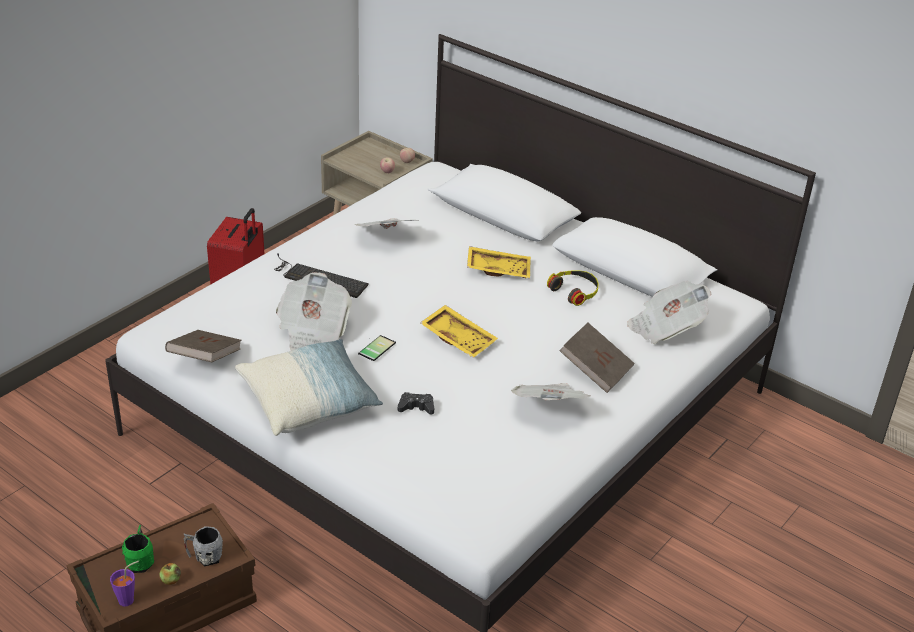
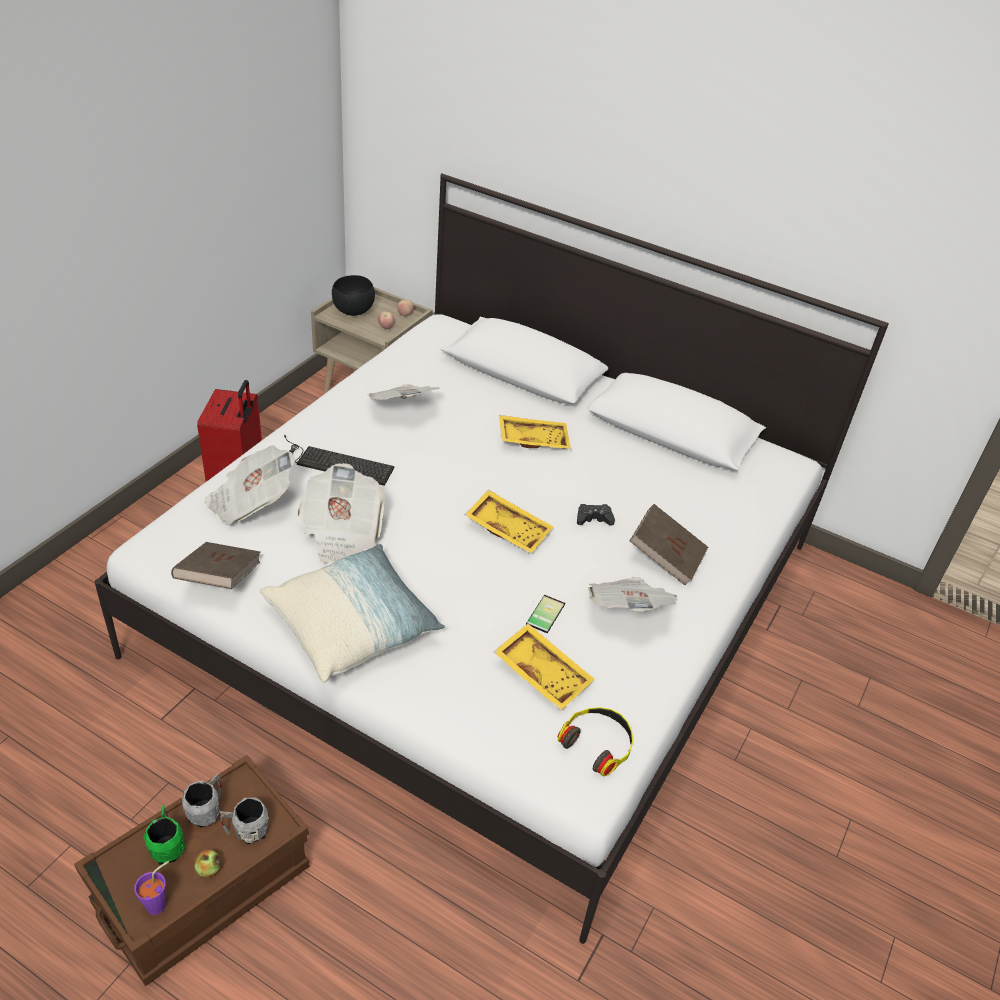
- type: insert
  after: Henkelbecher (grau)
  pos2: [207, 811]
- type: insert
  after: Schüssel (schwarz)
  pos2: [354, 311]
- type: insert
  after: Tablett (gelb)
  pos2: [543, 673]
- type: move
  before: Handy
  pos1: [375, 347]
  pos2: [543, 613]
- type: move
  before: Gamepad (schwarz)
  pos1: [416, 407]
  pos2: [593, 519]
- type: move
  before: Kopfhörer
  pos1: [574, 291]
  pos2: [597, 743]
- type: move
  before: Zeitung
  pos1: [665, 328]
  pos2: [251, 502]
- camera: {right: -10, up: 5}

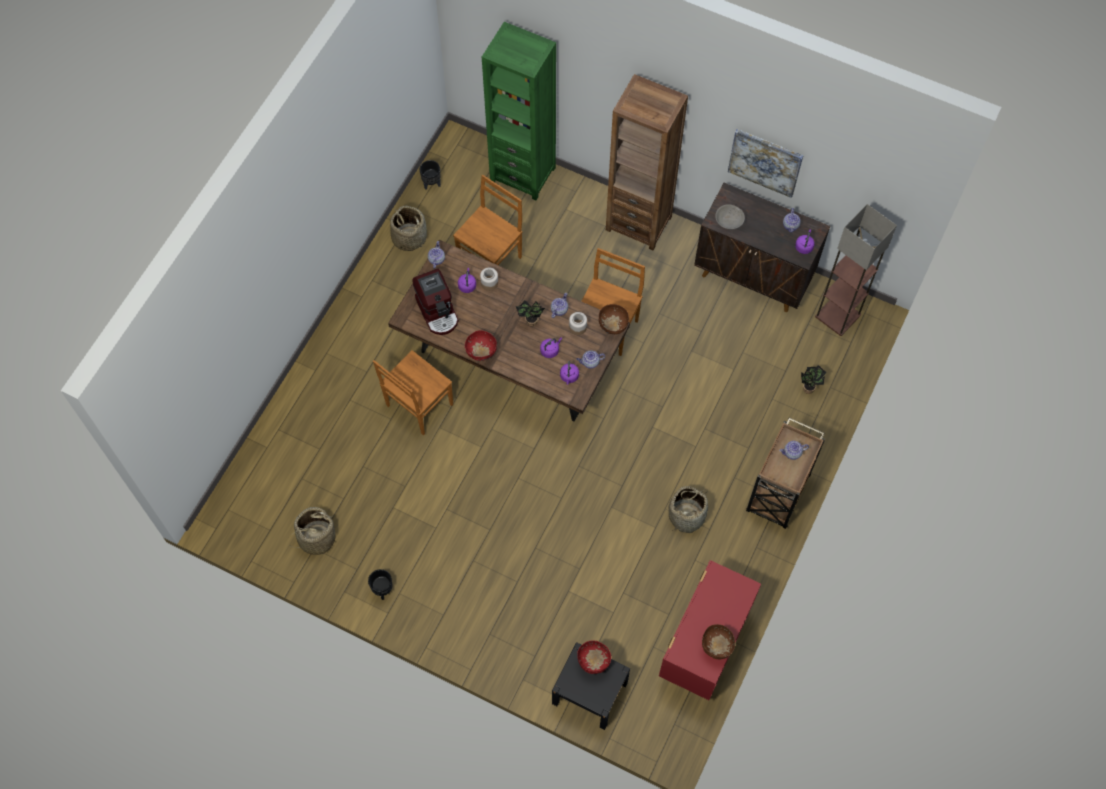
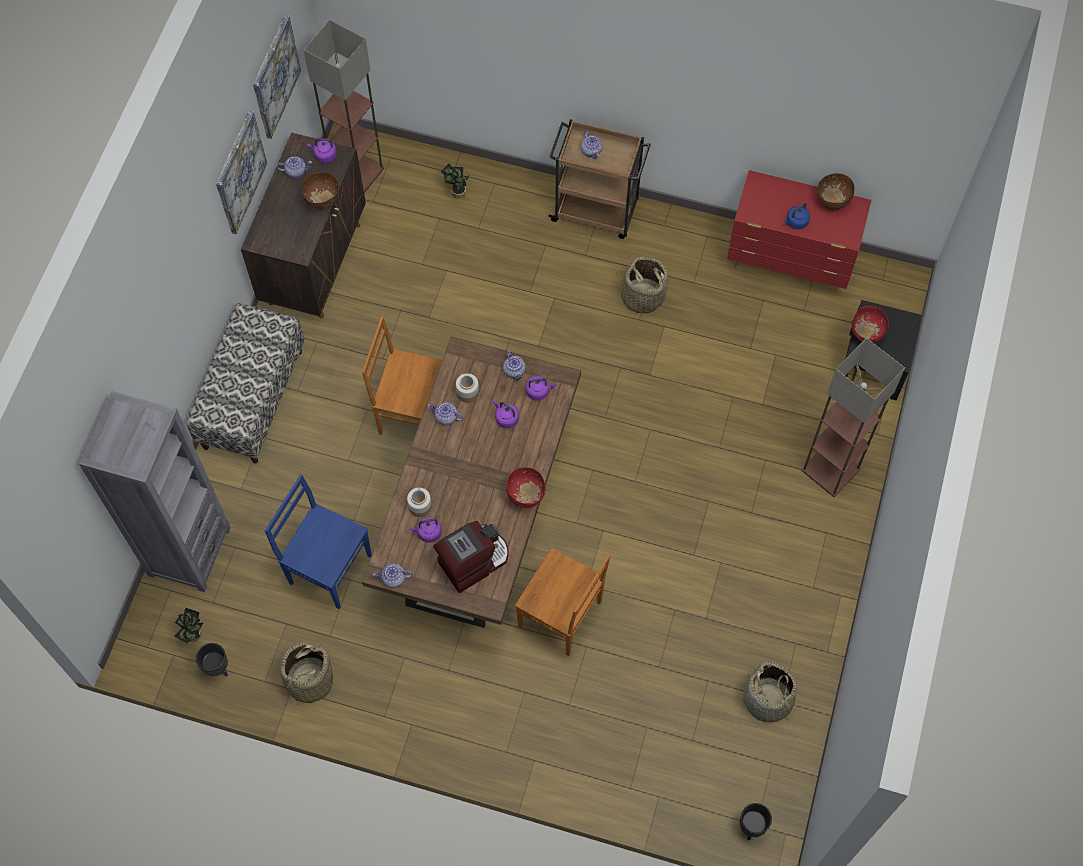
- type: delete
  before: Schüssel (grau)
  pos1: [729, 221]
- type: insert
  after: Bild
  pos2: [275, 77]
- type: insert
  after: Wasserkessel (blau)
  pos2: [796, 222]
- type: insert
  after: Stehlampe
  pos2: [831, 469]
- type: move
  before: Pflanzkübel (schwarz)
  pos1: [383, 590]
  pos2: [752, 827]
- type: move
  before: Topfpflanze
  pos1: [530, 322]
  pos2: [195, 636]
- type: move
  before: Schüssel (braun)
  pos1: [612, 328]
  pos2: [323, 202]
- type: replace
  before: Bücherregal (braun)
  after: Bank
  pos1: [638, 223]
  pos2: [252, 399]
- type: recolor
  before: Stuhl (braun)
  after: Stuhl (blau)
  pos1: [491, 258]
  pos2: [328, 568]
- type: recolor
  before: Bücherregal (grün)
  after: Bücherregal (grau)
  pos1: [523, 174]
  pos2: [189, 551]
- camera: {right: -100, up: 0}

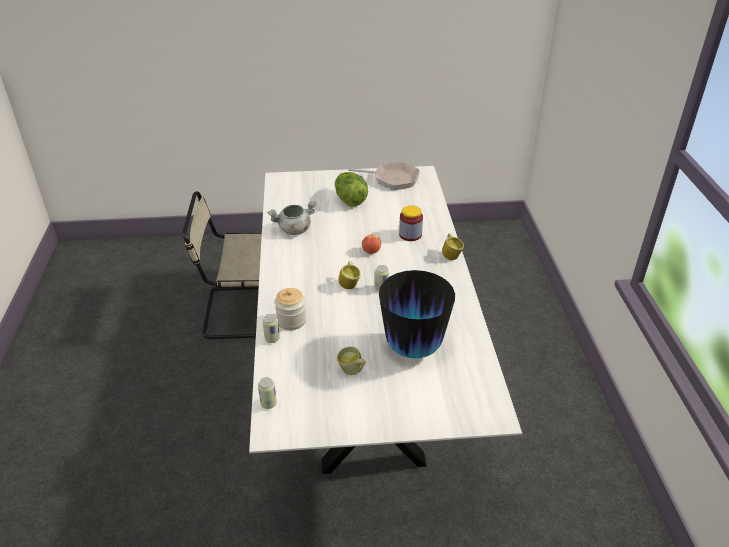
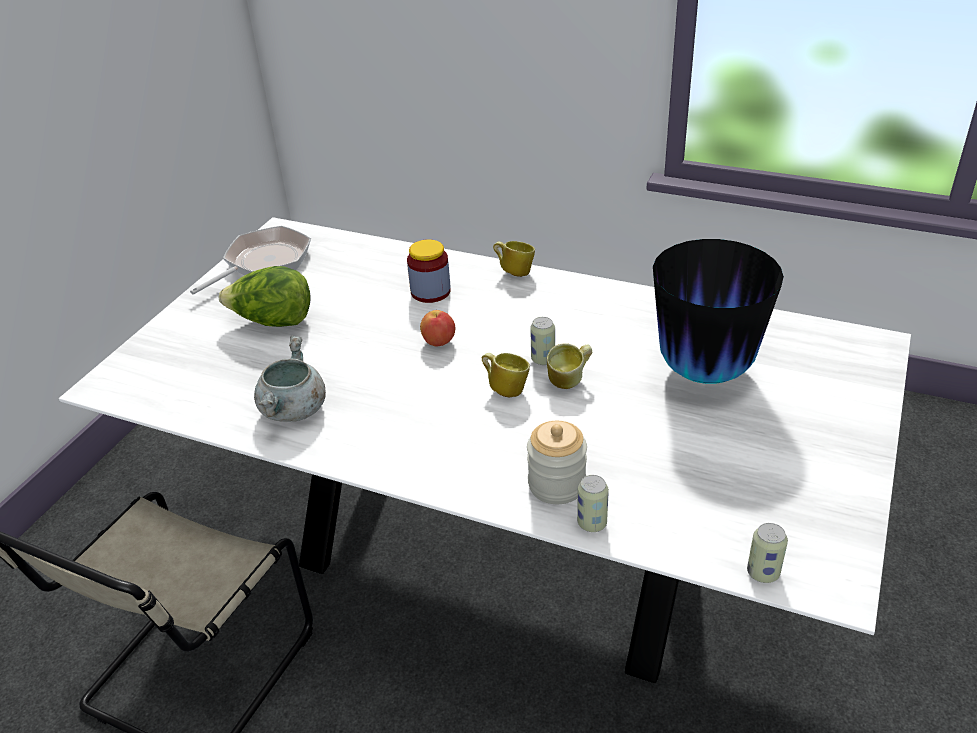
- type: move
  before: Henkelbecher
  pos1: [352, 371]
  pos2: [569, 381]
- camera: {right: -60, up: 0}

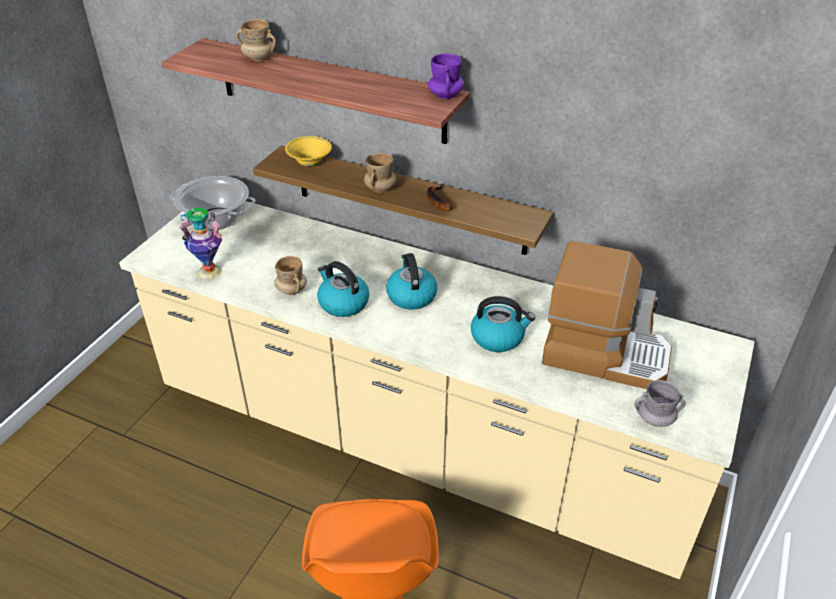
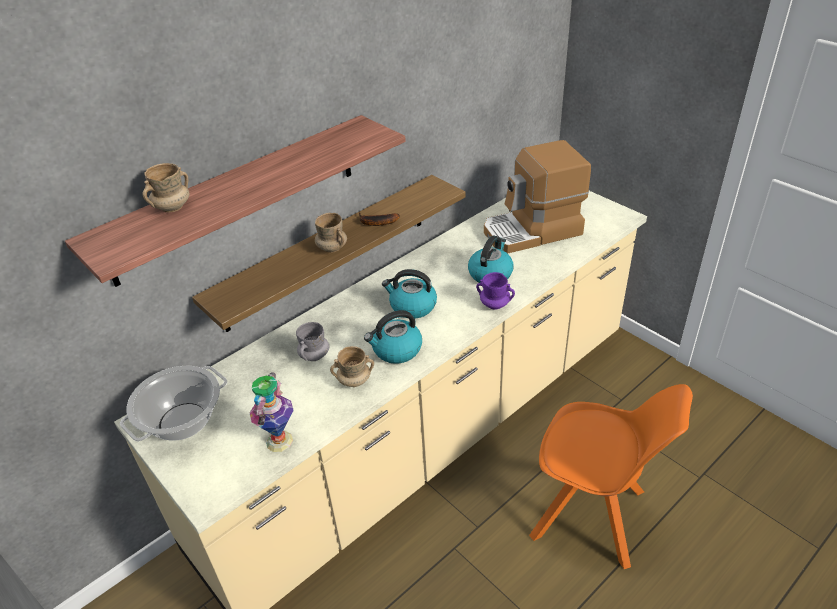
- type: delete
  before: Schüssel (gelb)
  pos1: [309, 163]
- type: move
  before: Henkelbecher (lila)
  pos1: [445, 95]
  pos2: [495, 304]
- type: move
  before: Henkelbecher (grau)
  pos1: [655, 419]
  pos2: [314, 356]
- type: rotate
  before: Kaffeemaschine
  pos1: [604, 354]
  pos2: [533, 231]
  turn: -150
- camera: {right: -65, up: 0}

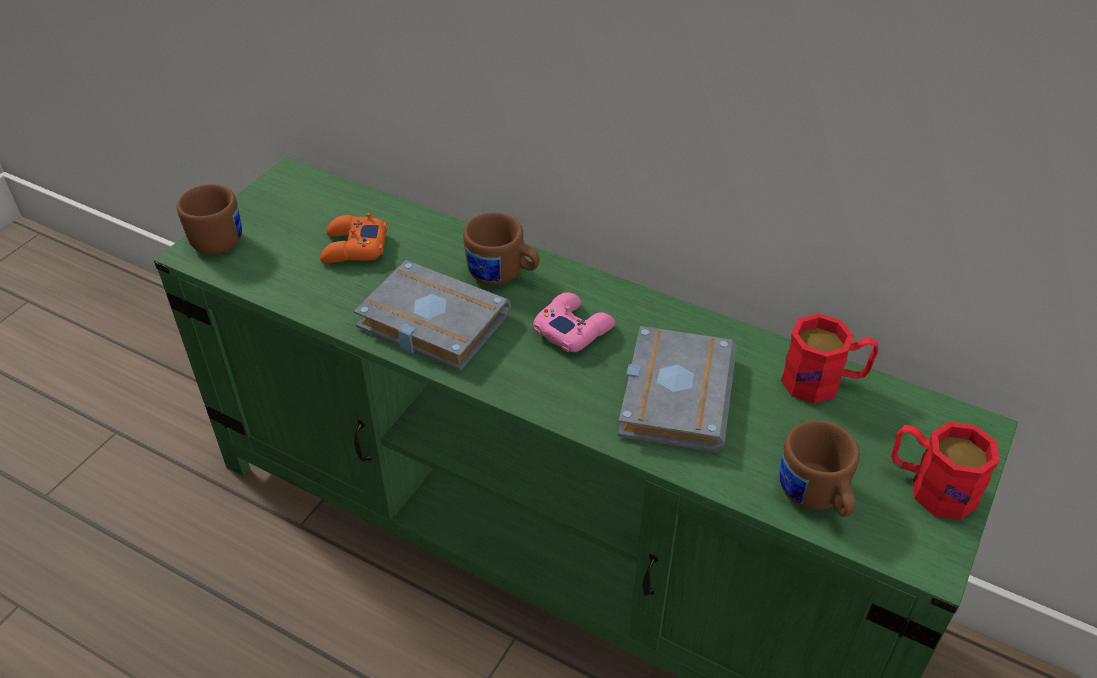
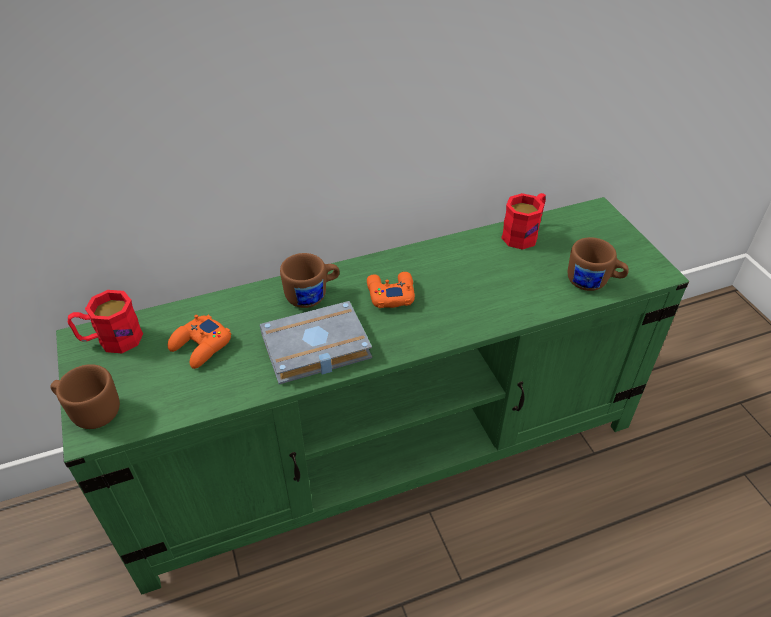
- type: delete
  before: Buch (grau)
  pos1: [672, 393]
- type: move
  before: Henkelbecher (rot)
  pos1: [930, 486]
  pos2: [111, 340]
- type: recolor
  before: Gamepad (rosa)
  after: Gamepad (orange)
  pos1: [573, 329]
  pos2: [390, 293]
- camera: {right: -50, up: 0}

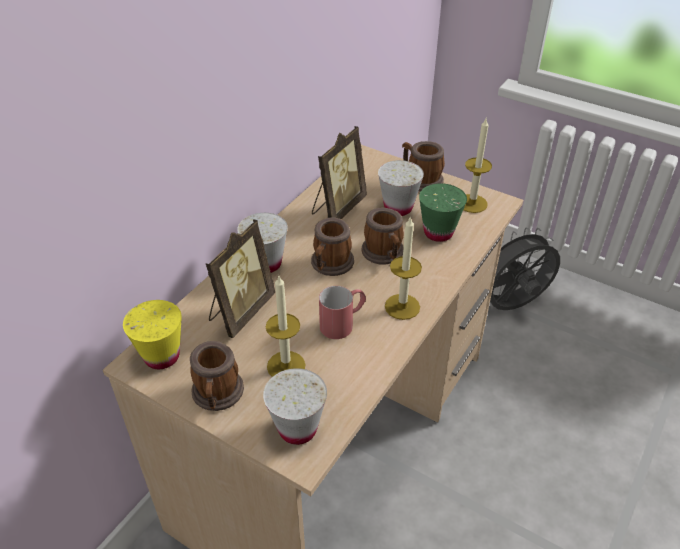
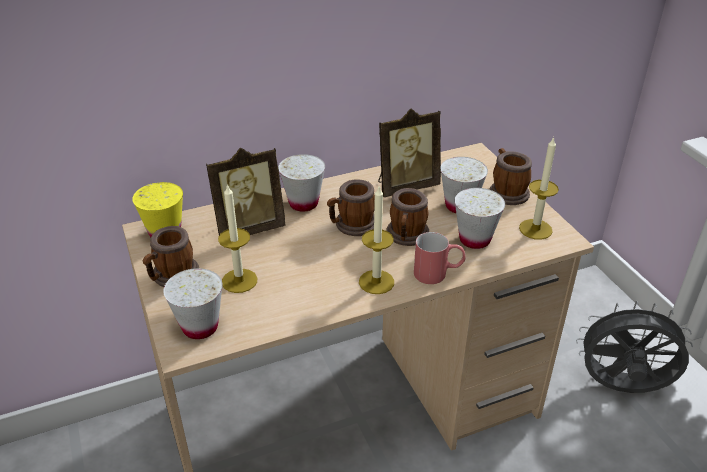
- type: move
  before: Henkelbecher (rot)
  pos1: [343, 323]
  pos2: [438, 274]
- type: recolor
  before: Tasse (grün)
  after: Tasse (weiß)
  pos1: [438, 232]
  pos2: [474, 239]
- camera: {right: 35, up: -5}

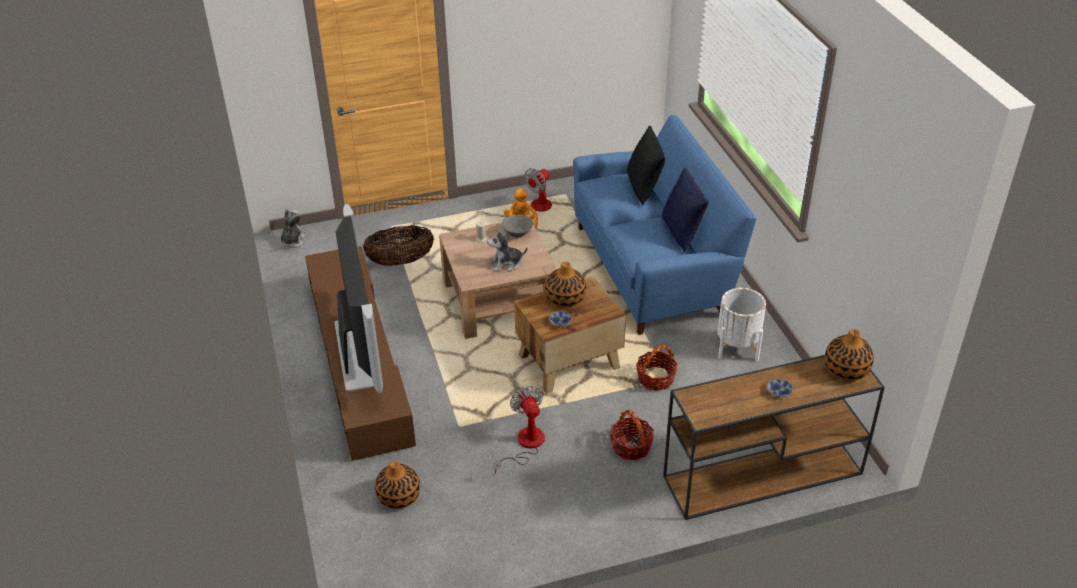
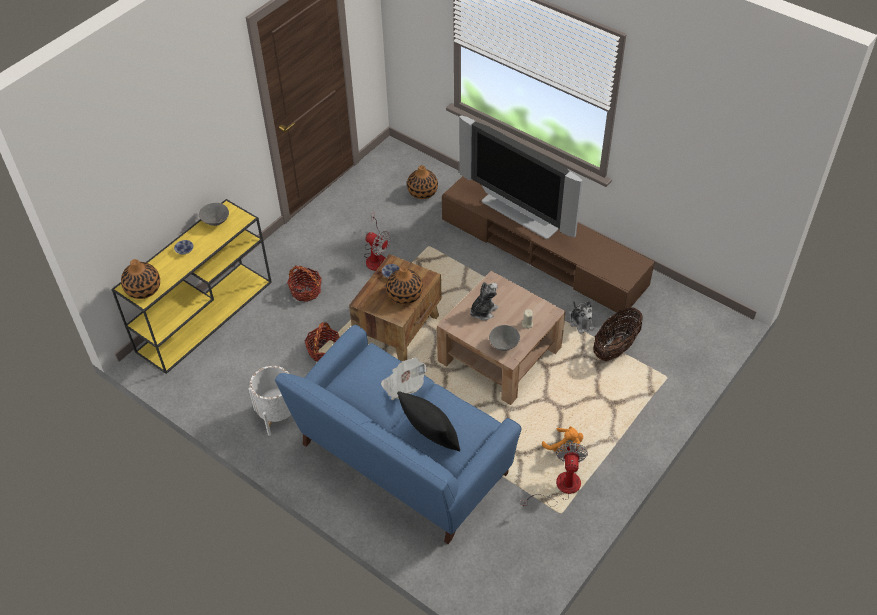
- type: delete
  before: Kissen (blau)
  pos1: [682, 233]
- type: insert
  after: Schüssel (grau)
  pos2: [216, 222]
- type: insert
  after: Zeitung
  pos2: [404, 386]
- type: move
  before: Plüschtier
  pos1: [292, 241]
  pos2: [581, 323]
- type: recolor
  before: Konsolentisch (braun)
  after: Konsolentisch (gelb)
  pos1: [761, 476]
  pos2: [206, 315]
- camera: {right: 145, up: 10}

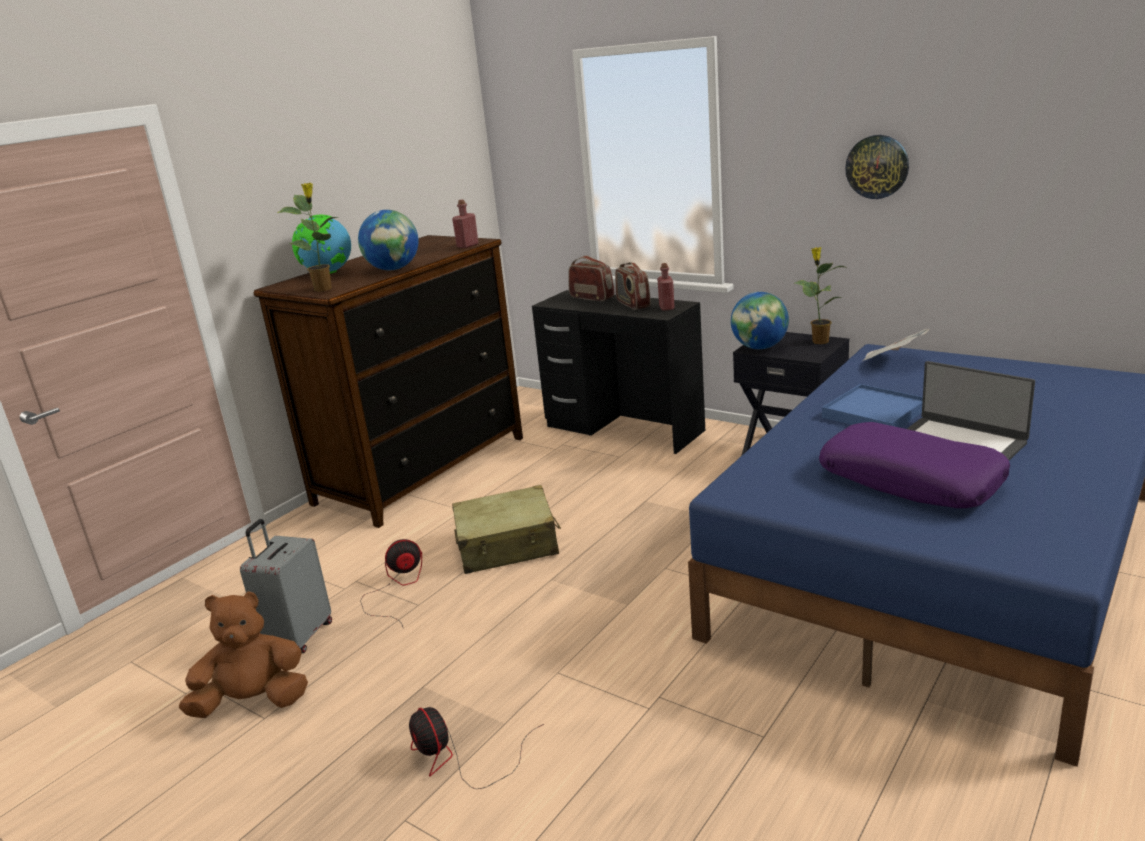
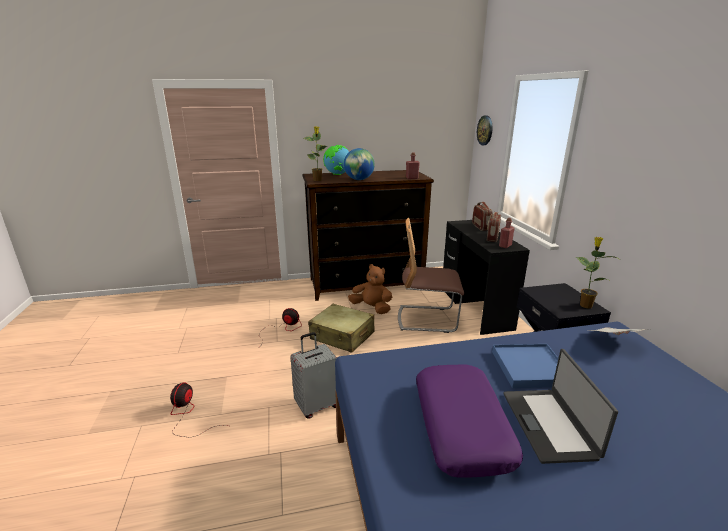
- type: delete
  before: Globus
  pos1: [760, 348]
- type: insert
  after: Stuhl
  pos2: [427, 319]
- type: move
  before: Plüschtier (braun)
  pos1: [253, 702]
  pos2: [372, 308]
- type: move
  before: Koffer (grau)
  pos1: [298, 637]
  pos2: [316, 405]
- type: move
  before: Wanduhr
  pos1: [877, 166]
  pos2: [485, 130]
- camera: {right: 40, up: 0}

